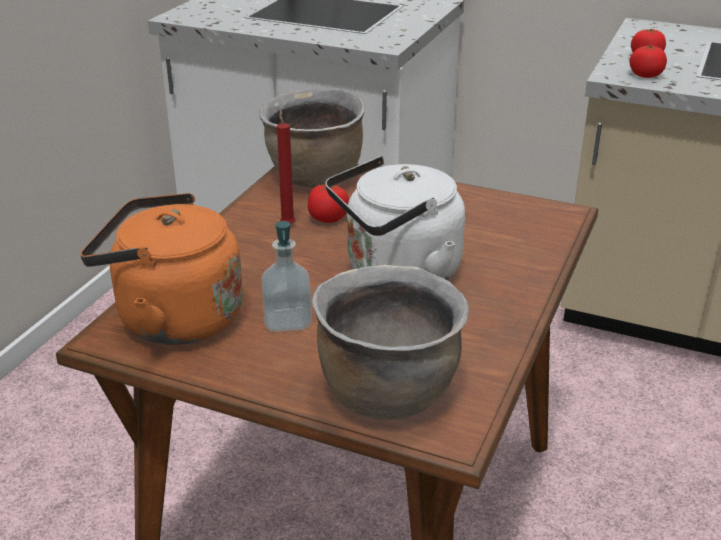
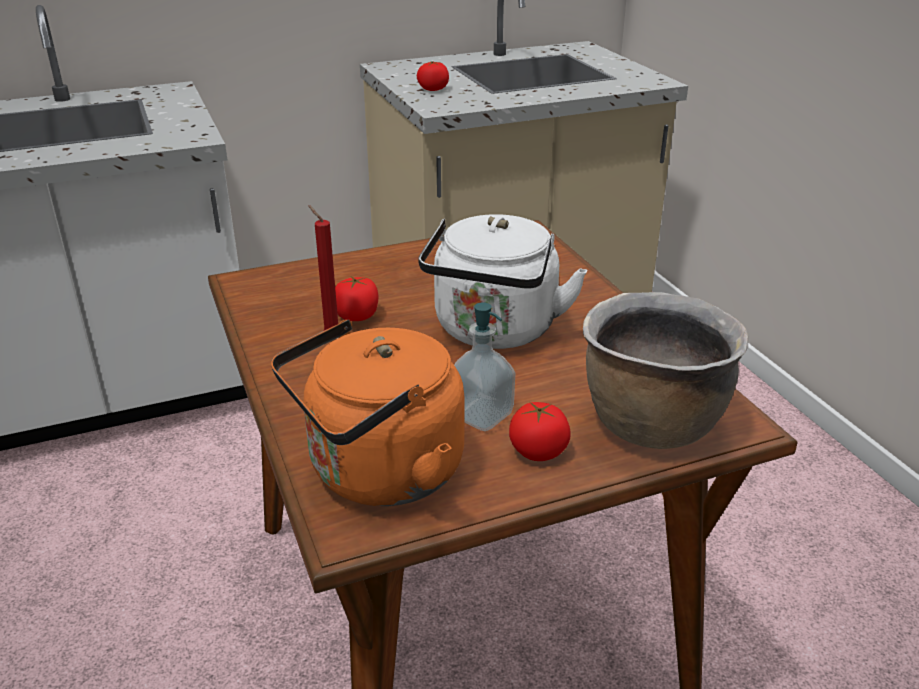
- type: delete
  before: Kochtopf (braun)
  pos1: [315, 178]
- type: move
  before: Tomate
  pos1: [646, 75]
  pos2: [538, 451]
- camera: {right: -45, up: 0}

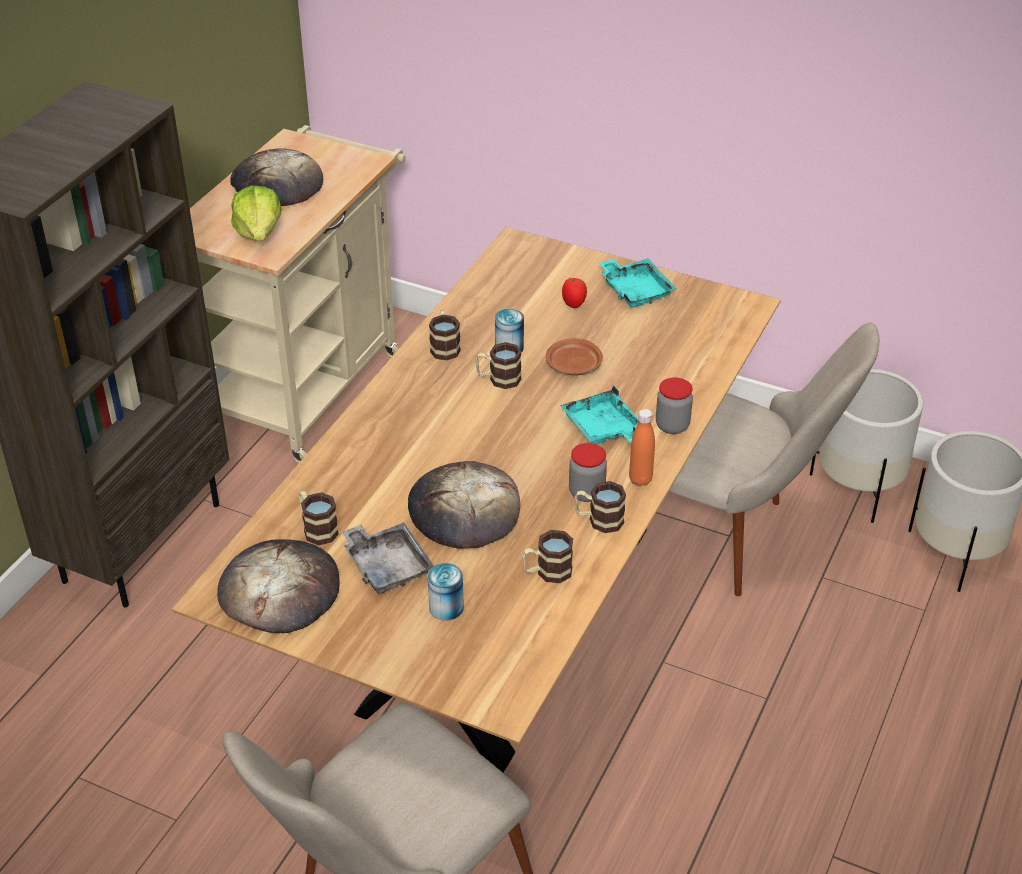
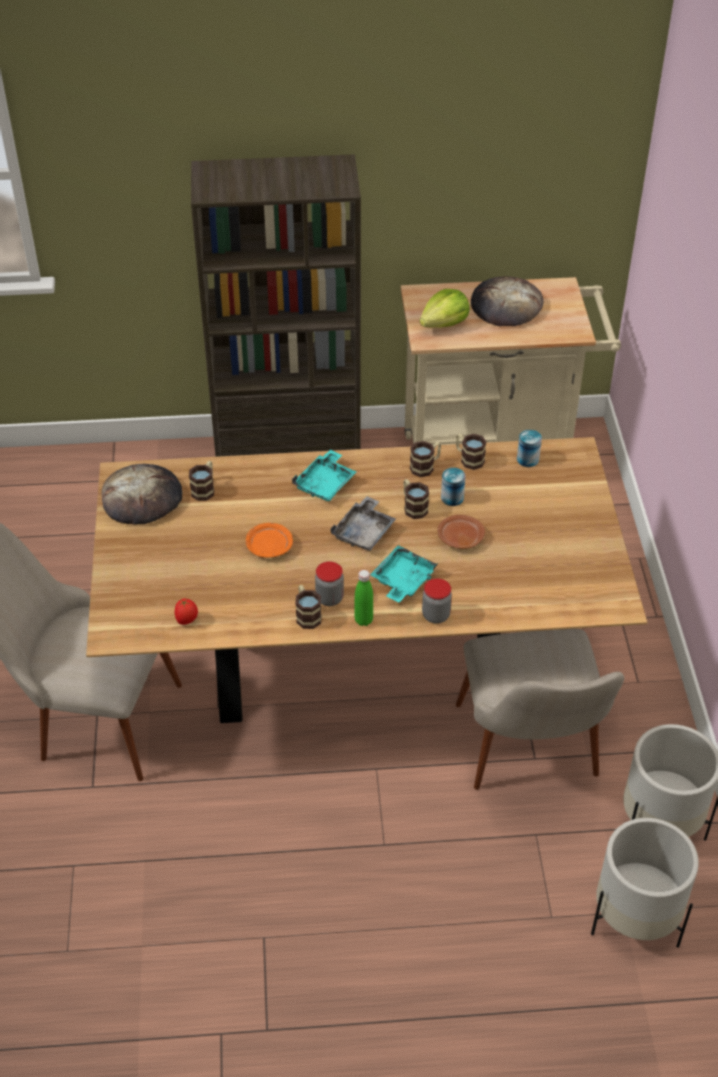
- type: move
  before: Tablett (grau)
  pos1: [387, 566]
  pos2: [364, 532]
- type: move
  before: Dose
  pos1: [446, 607]
  pos2: [527, 459]
- type: move
  before: Henkelbecher
  pos1: [547, 572]
  pos2: [468, 459]
- type: move
  before: Tomate
  pos1: [574, 304]
  pos2: [187, 620]
- type: move
  before: Tablett (türkis)
  pos1: [635, 290]
  pos2: [325, 484]
- type: replace
  before: Brot
  after: Teller (orange)
  pos1: [464, 510]
  pos2: [269, 546]
- type: recolor
  before: Flasche (orange)
  after: Flasche (grün)
  pos1: [640, 480]
  pos2: [363, 620]
- camera: {right: 60, up: 5}

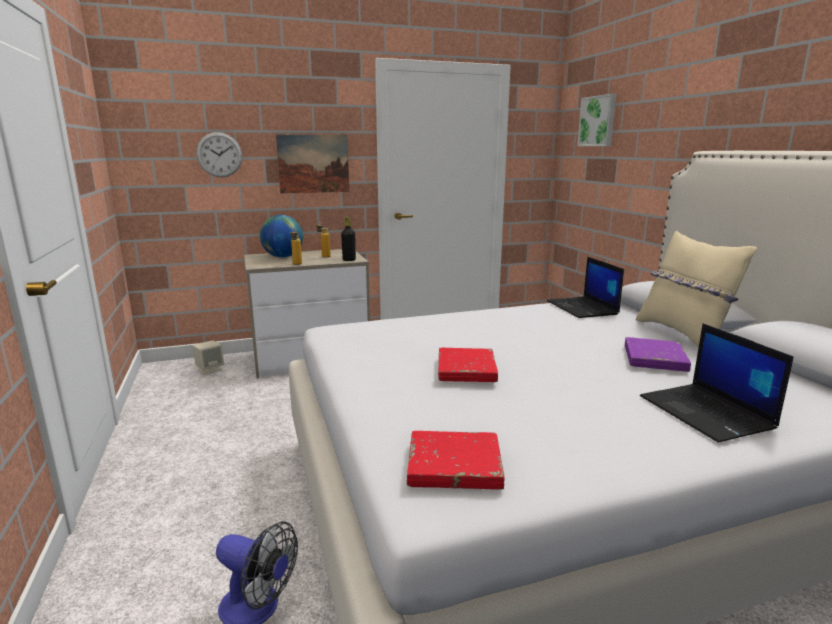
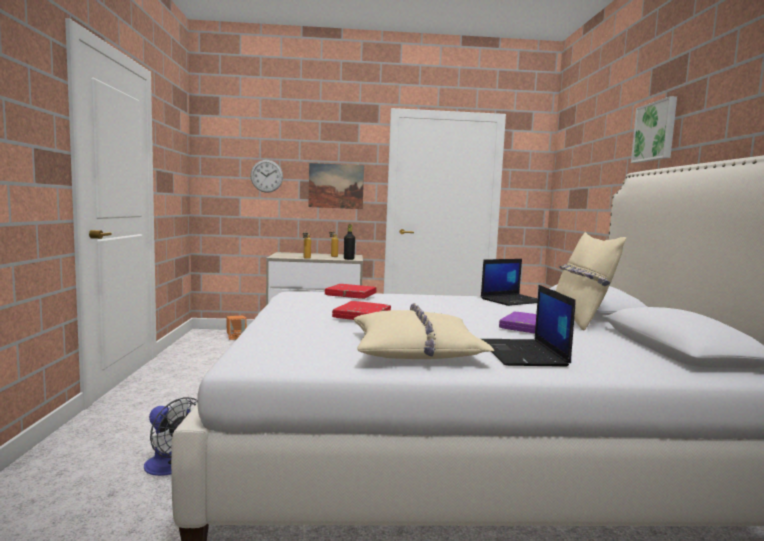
- type: delete
  before: Globus
  pos1: [283, 257]
- type: insert
  after: Kissen (beige)
  pos2: [416, 349]
- type: move
  before: Buch (rot)
  pos1: [454, 466]
  pos2: [351, 295]
- type: move
  before: Bild
  pos1: [598, 121]
  pos2: [655, 131]
- type: recolor
  before: Lautsprecher (beige)
  after: Lautsprecher (orange)
  pos1: [210, 369]
  pos2: [236, 337]
- type: rotate
  before: Laptop
  pos1: [583, 308]
  pos2: [513, 300]
  turn: -120
- camera: {right: 15, up: -10}

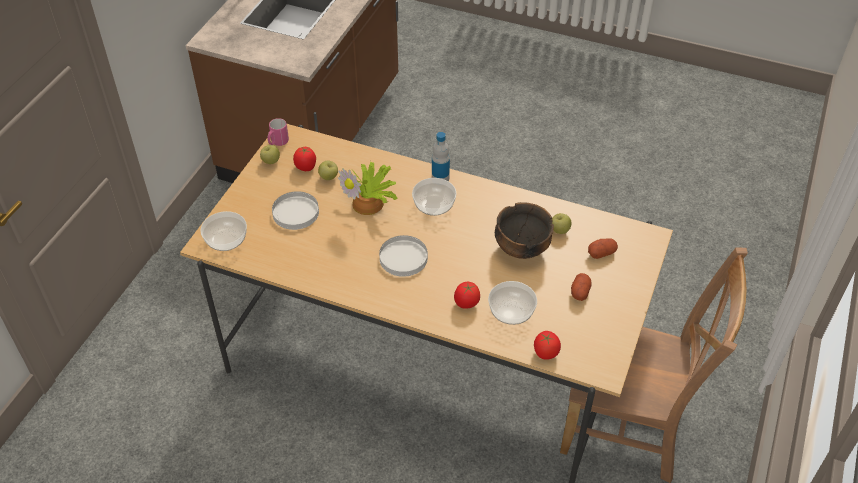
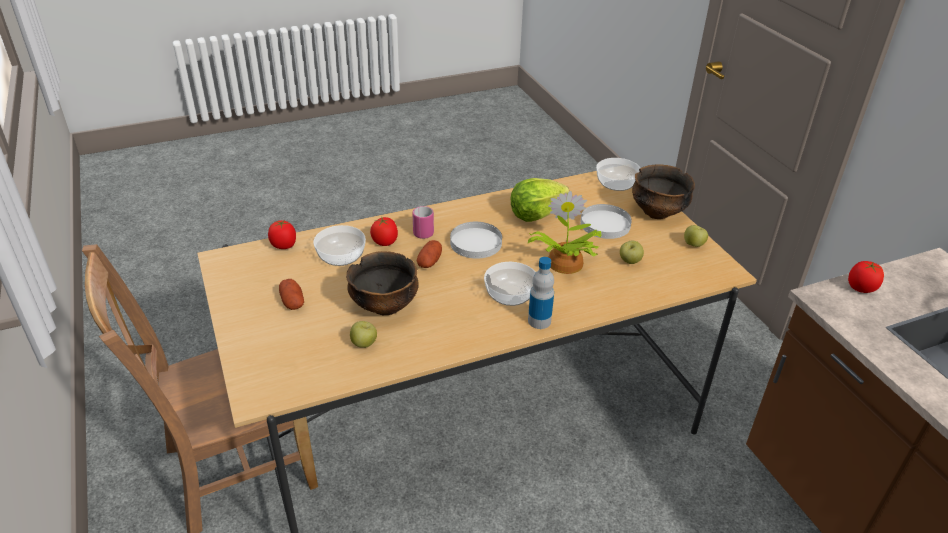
- type: insert
  after: Salatkopf
  pos2: [536, 214]
- type: insert
  after: Schüssel
  pos2: [657, 212]
- type: move
  before: Henkelbecher (rosa)
  pos1: [277, 142]
  pos2: [423, 231]
- type: move
  before: Tomate
  pos1: [306, 167]
  pos2: [860, 288]
- type: move
  before: Kartoffel
  pos1: [601, 253]
  pos2: [429, 262]
- camera: {right: 135, up: -10}

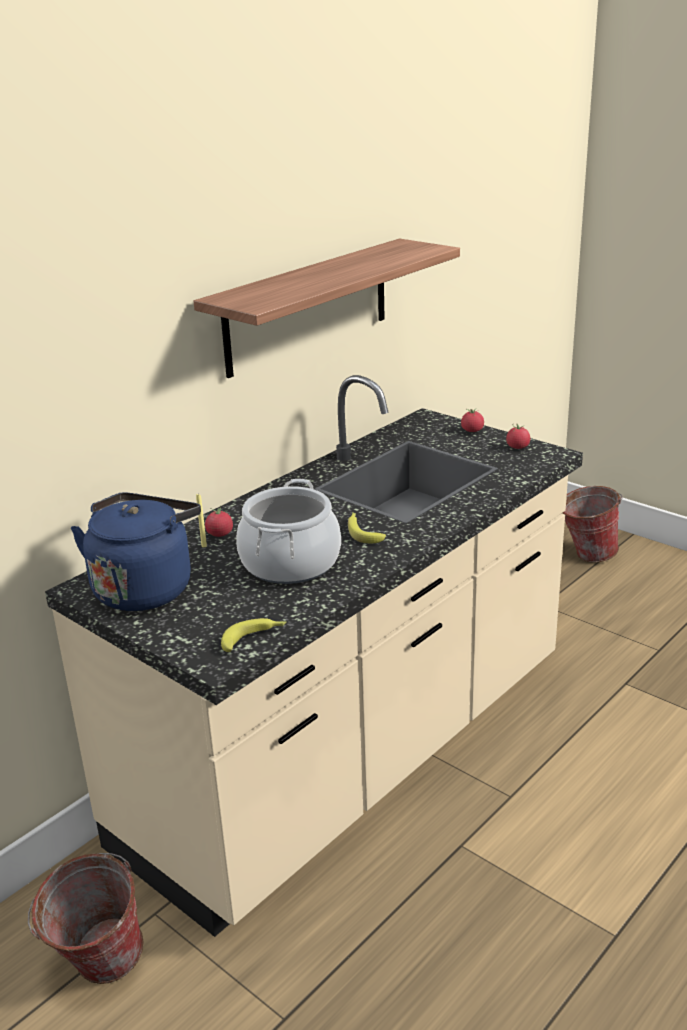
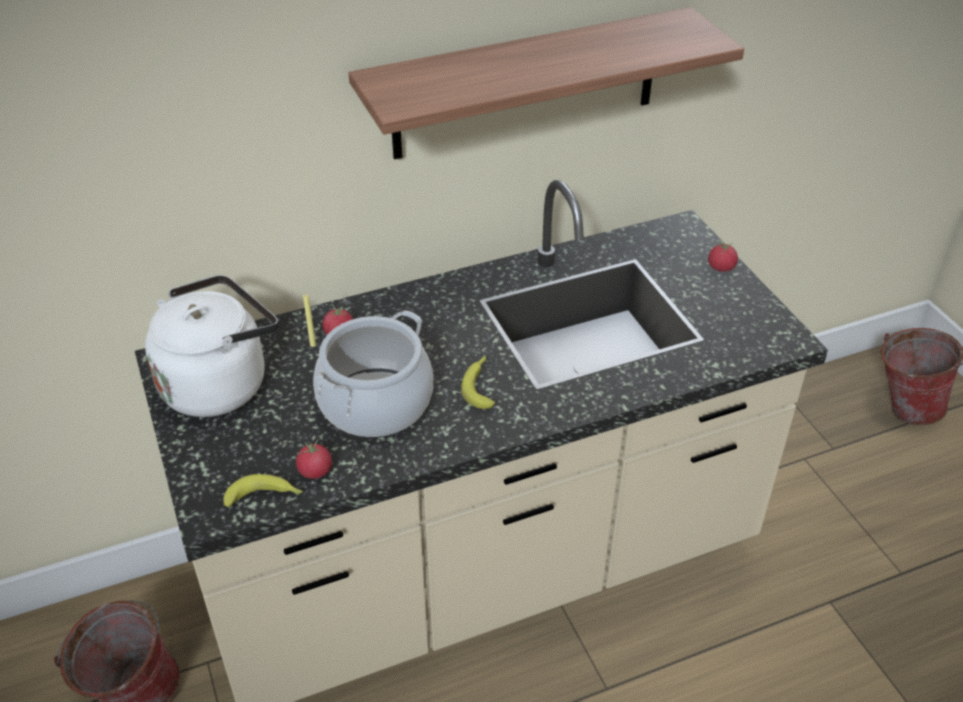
- type: move
  before: Tomate
  pos1: [517, 447]
  pos2: [315, 471]
- type: recolor
  before: Wasserkessel (blau)
  after: Wasserkessel (weiß)
  pos1: [145, 588]
  pos2: [220, 383]
- camera: {right: 25, up: 15}

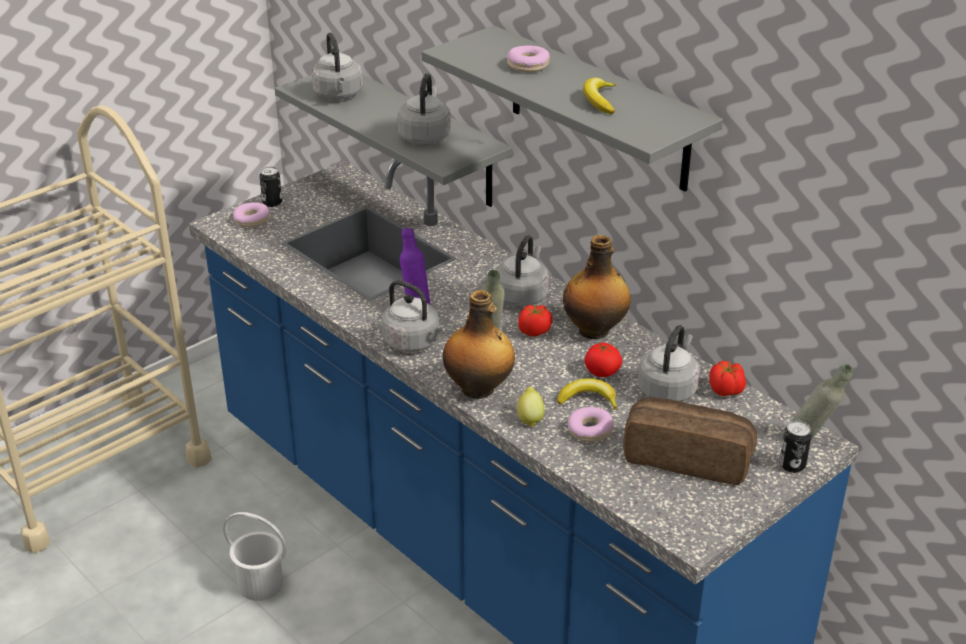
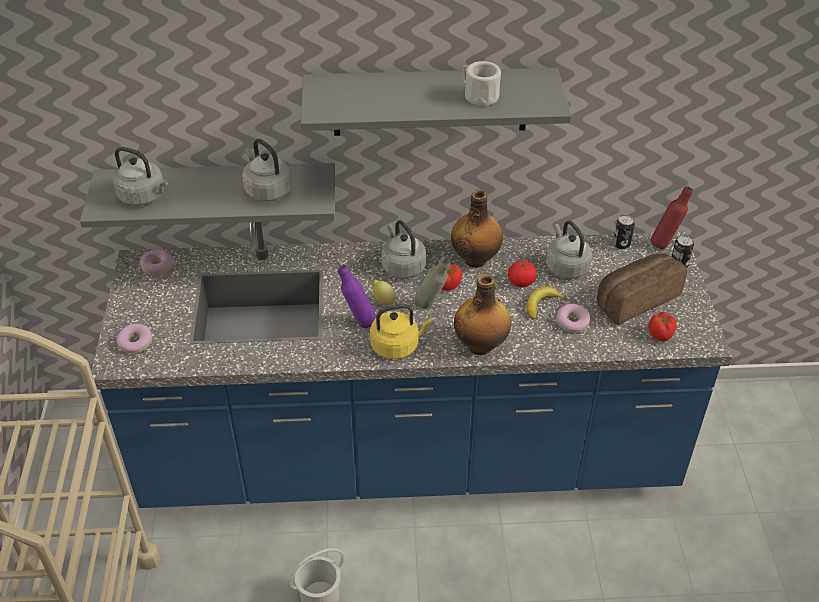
- type: move
  before: Dose
  pos1: [272, 203]
  pos2: [621, 244]
- type: move
  before: Donut
  pos1: [528, 65]
  pos2: [157, 266]
- type: move
  before: Zitrone
  pos1: [530, 419]
  pos2: [383, 300]
- type: move
  before: Tomate
  pos1: [726, 391]
  pos2: [660, 334]
- type: replace
  before: Banane
  after: Henkelbecher (weiß)
  pos1: [599, 101]
  pos2: [478, 95]
- type: recolor
  before: Wasserkessel (grau)
  after: Wasserkessel (gelb)
  pos1: [414, 343]
  pos2: [397, 346]
- type: recolor
  before: Flasche (grau)
  after: Flasche (rot)
  pos1: [812, 440]
  pos2: [665, 243]
- camera: {right: -50, up: 10}

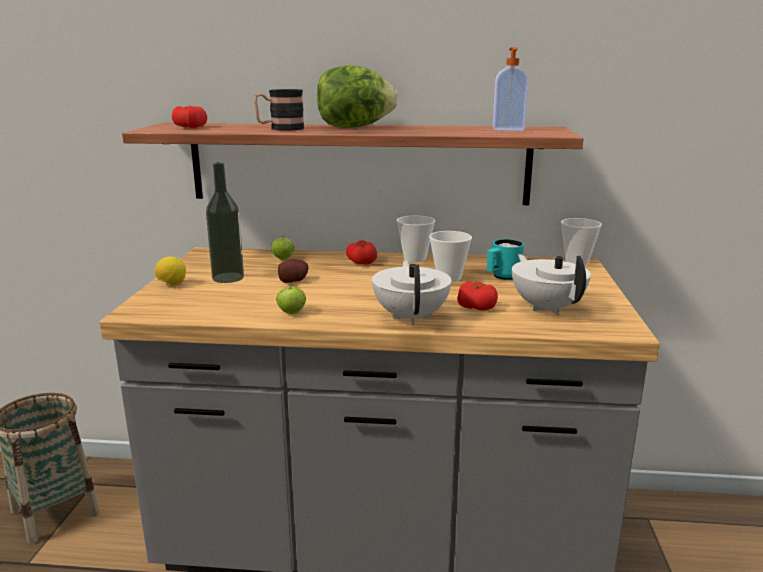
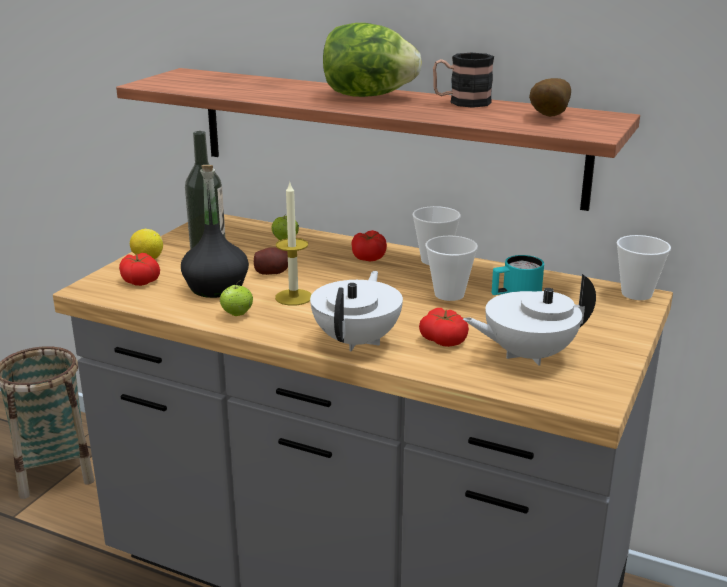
- type: insert
  after: Flasche (schwarz)
  pos2: [216, 287]
- type: insert
  after: Kerze
  pos2: [293, 297]
- type: move
  before: Tomate
  pos1: [190, 127]
  pos2: [140, 280]
- type: move
  before: Henkelbecher
  pos1: [280, 129]
  pos2: [461, 102]
- type: replace
  before: Seifenspender
  after: Kartoffel
  pos1: [508, 129]
  pos2: [547, 117]
- type: rotate
  before: Teekanne (weiß)
  pos1: [547, 307]
  pos2: [527, 355]
  turn: -105
- camera: {right: 20, up: 5}

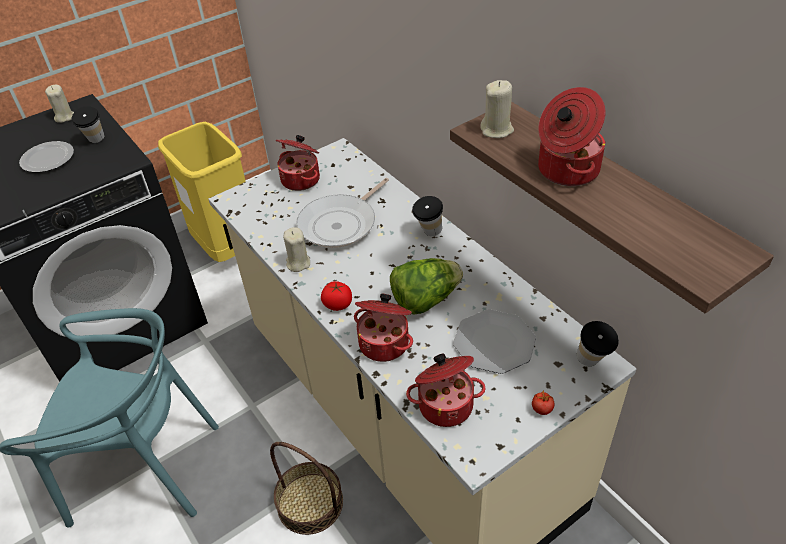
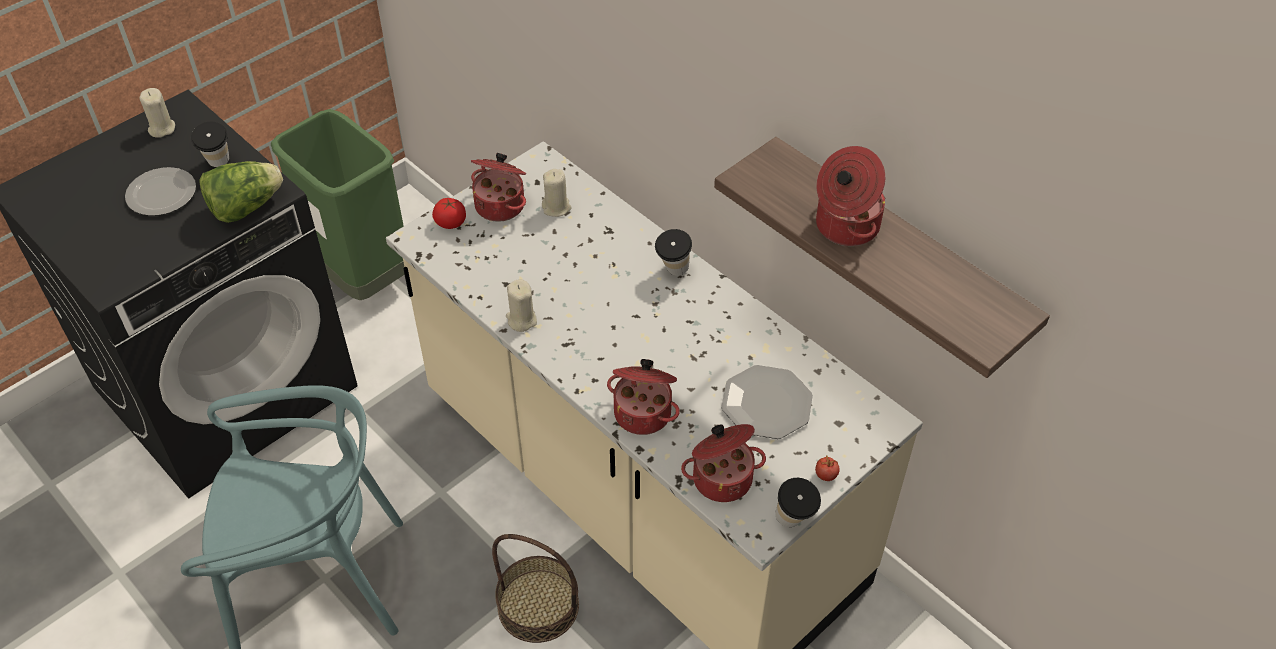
- type: delete
  before: Pfanne
  pos1: [341, 224]
- type: move
  before: Tomate
  pos1: [338, 304]
  pos2: [451, 222]
- type: move
  before: Salatkopf
  pos1: [425, 300]
  pos2: [245, 207]
- type: move
  before: Kerze (beige)
  pos1: [497, 130]
  pos2: [556, 207]
- type: move
  before: Tasse
  pos1: [592, 363]
  pos2: [793, 523]
- type: recolor
  before: Mülleimer (gelb)
  after: Mülleimer (grün)
  pos1: [228, 249]
  pos2: [362, 278]
- camera: {right: -10, up: 5}

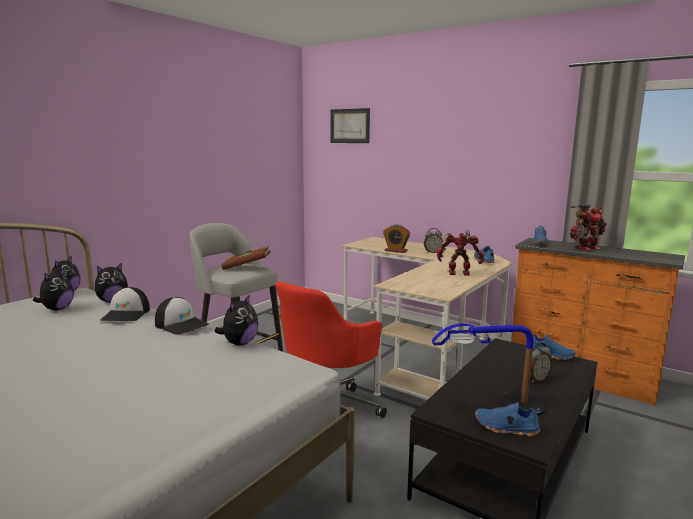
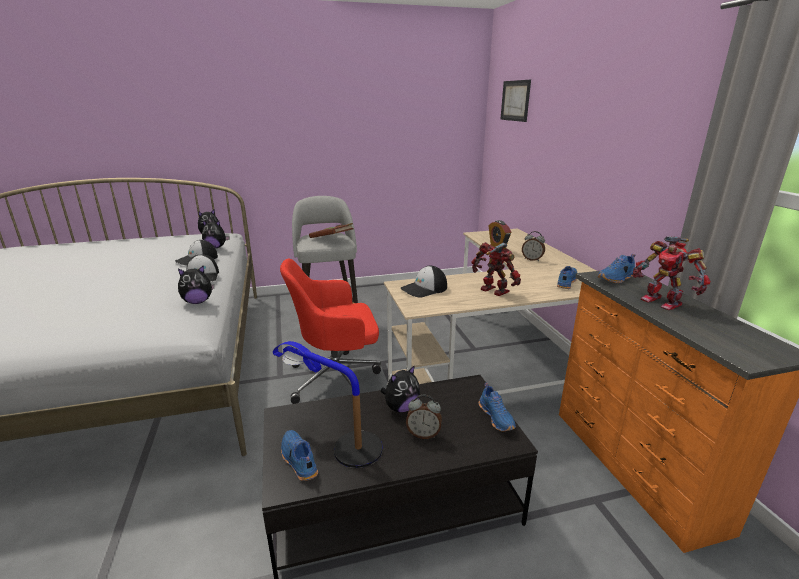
- type: insert
  after: Kappe
  pos2: [424, 289]
- type: move
  before: Plüschtier
  pos1: [57, 309]
  pos2: [401, 407]
- type: rotate
  before: Spielzeugroboter
  pos1: [586, 248]
  pos2: [662, 301]
  turn: 45
- camera: {right: 40, up: 10}

